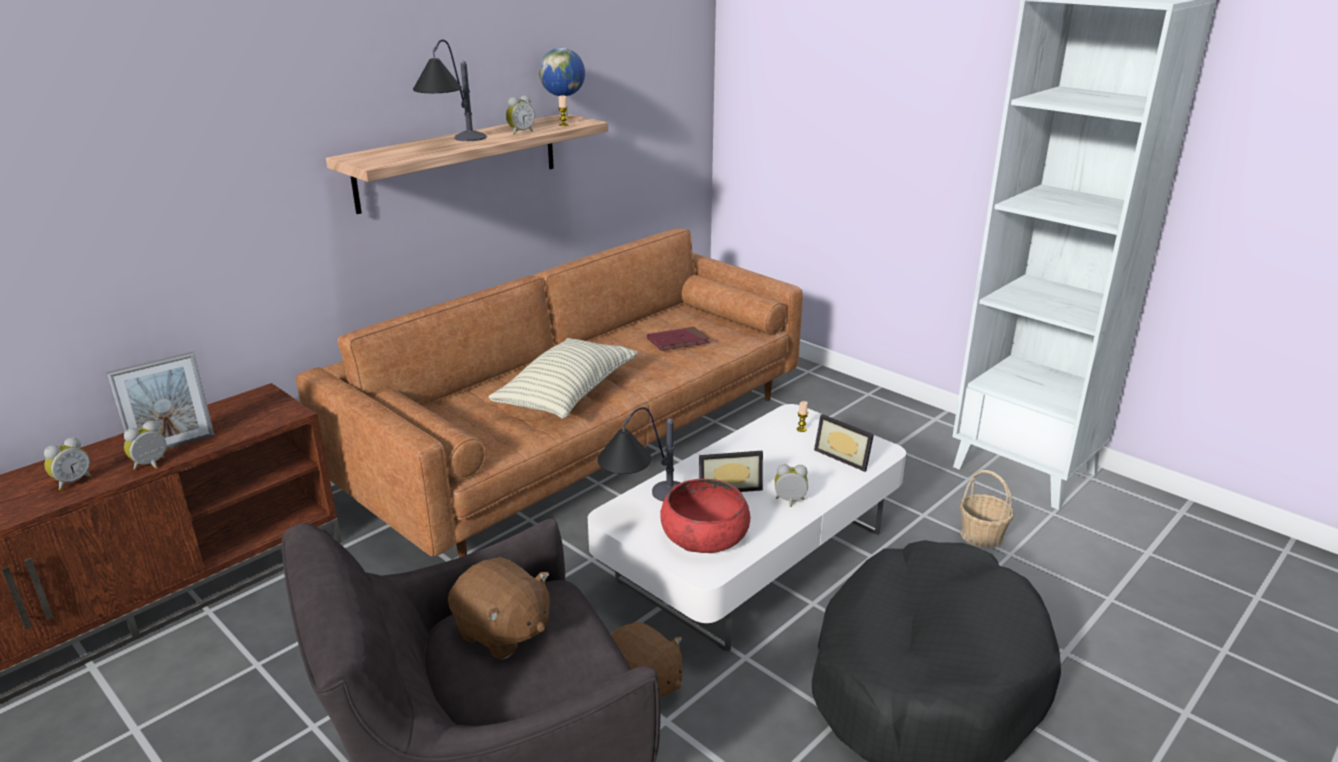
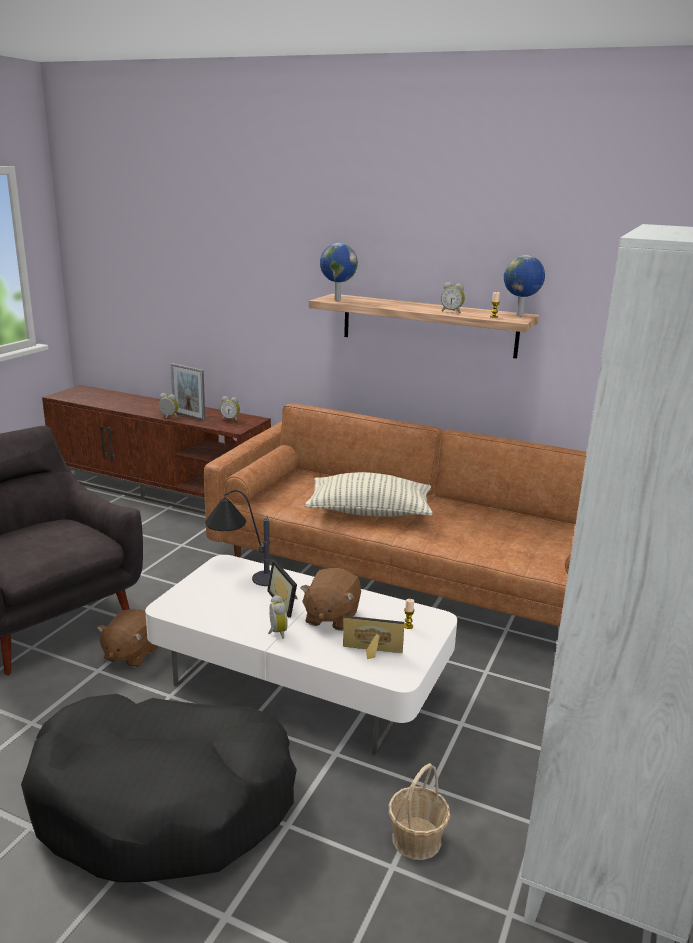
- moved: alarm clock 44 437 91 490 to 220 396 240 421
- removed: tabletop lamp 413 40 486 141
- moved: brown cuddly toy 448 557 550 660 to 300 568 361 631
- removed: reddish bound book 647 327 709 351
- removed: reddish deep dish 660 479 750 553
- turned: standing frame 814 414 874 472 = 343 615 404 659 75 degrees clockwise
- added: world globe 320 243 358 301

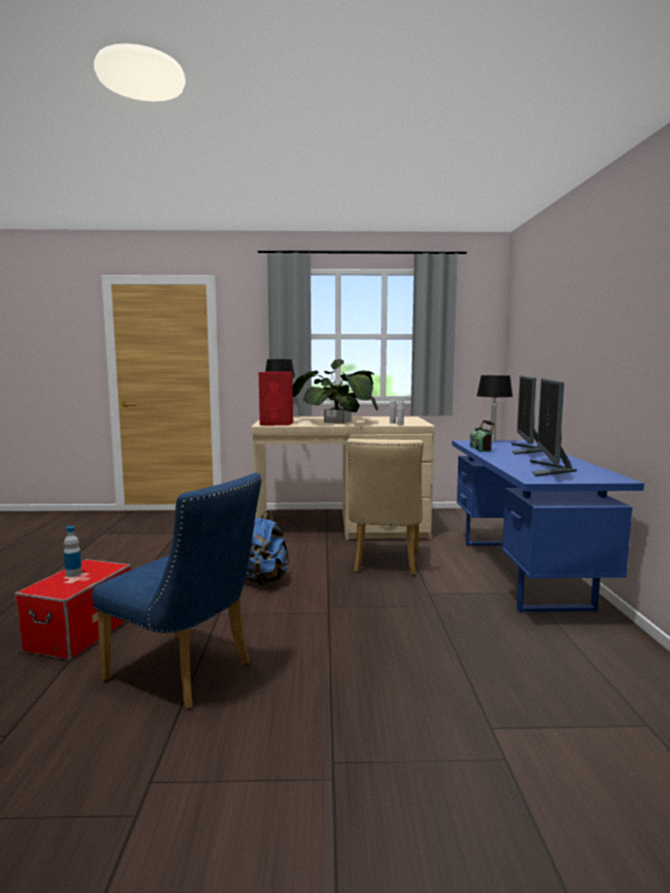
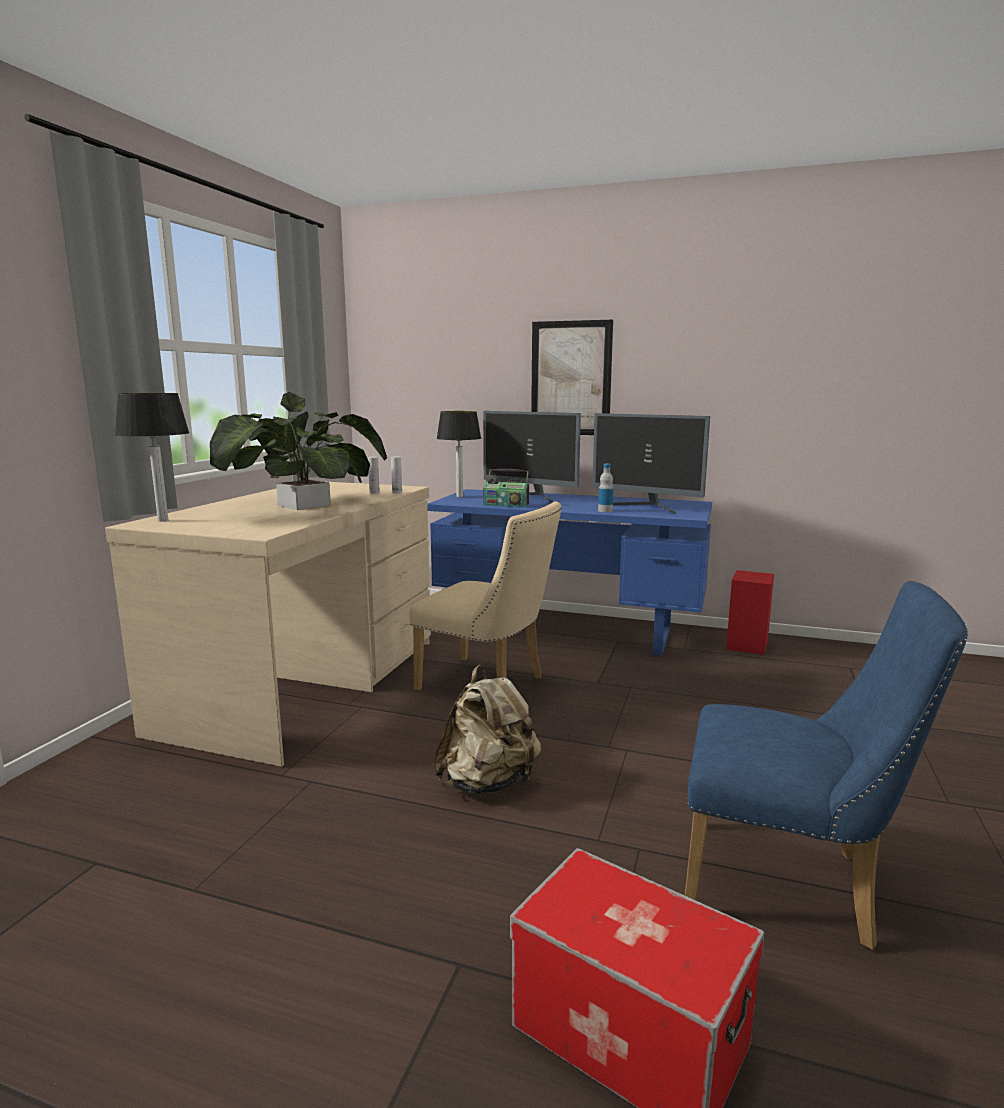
- moved: bottle 64 526 82 577 to 598 464 613 512
- turned: bluish chair 92 473 262 709 = 685 581 968 950 60 degrees clockwise
- recoloured: bluish knapsack 245 511 289 585 to beige-coloured knapsack 433 665 541 794
- moved: reddish loudspeaker 259 372 293 426 to 726 570 774 655
- added: wall art 531 320 613 435

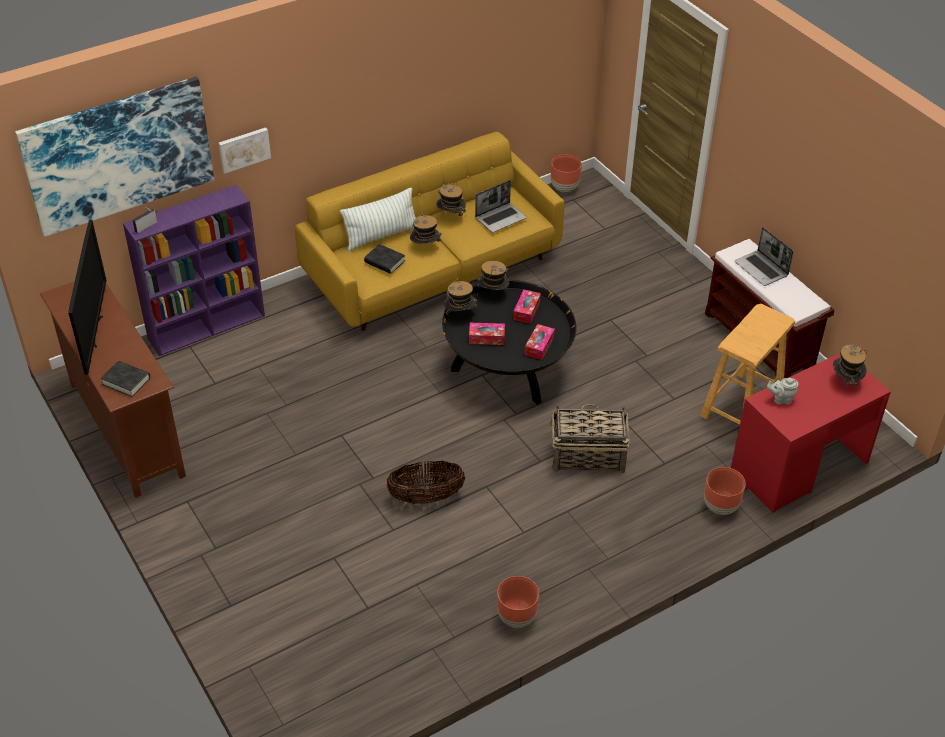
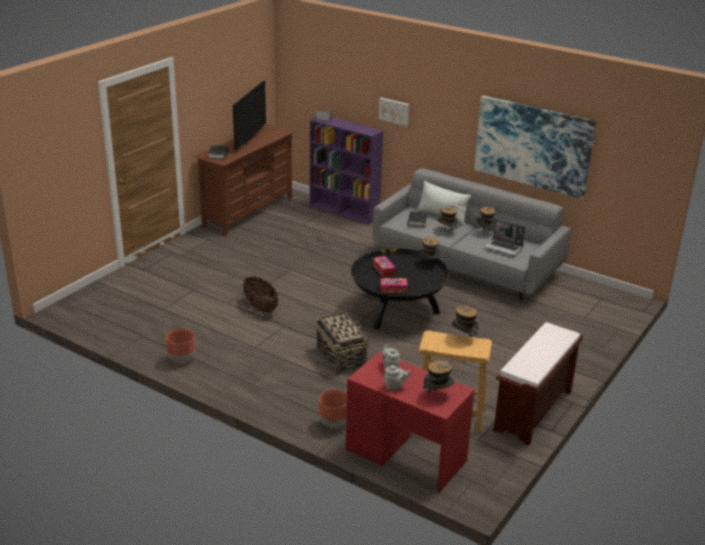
- moved: wall art 15 77 214 237 to 474 96 596 199
- turned: TV 68 219 107 375 = 233 80 266 150 45 degrees counterclockwise
- recoloured: yellow-coloured settee 295 132 564 331 to greyish settee 373 168 571 300
- moved: hat 444 278 477 311 to 451 304 479 340
- removed: tissue holder 513 290 541 324
- removed: brown planter 551 155 582 192
- removed: portable computer 735 227 793 286
- added: greyish tea pot 384 365 411 390

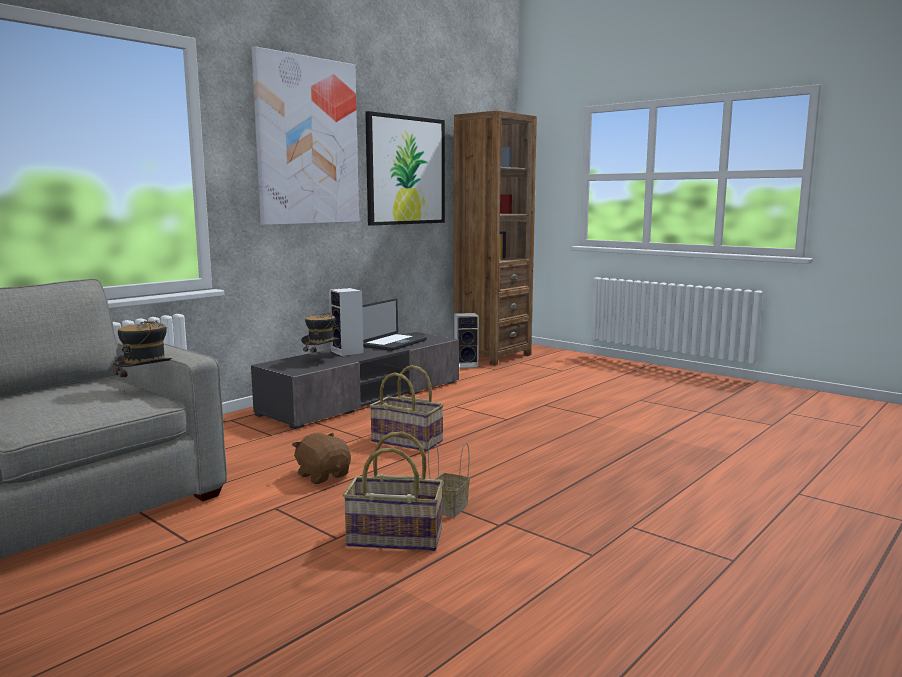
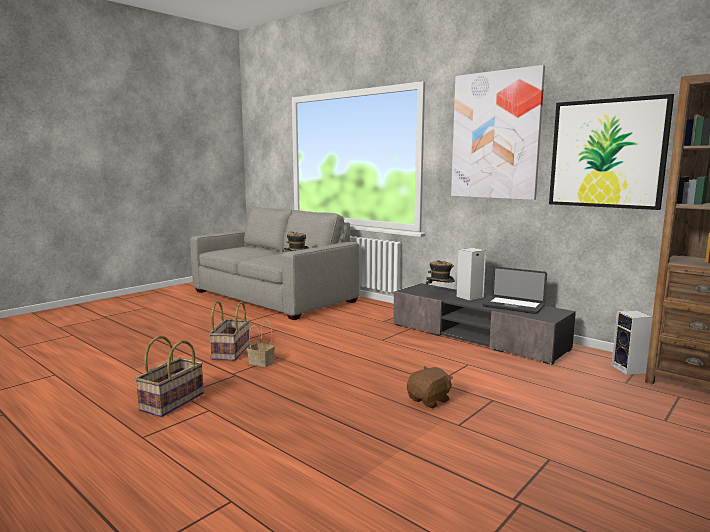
- moved: brown cuddly toy 292 433 351 484 to 407 366 453 408
- moved: household basket 369 365 444 451 to 135 336 204 417

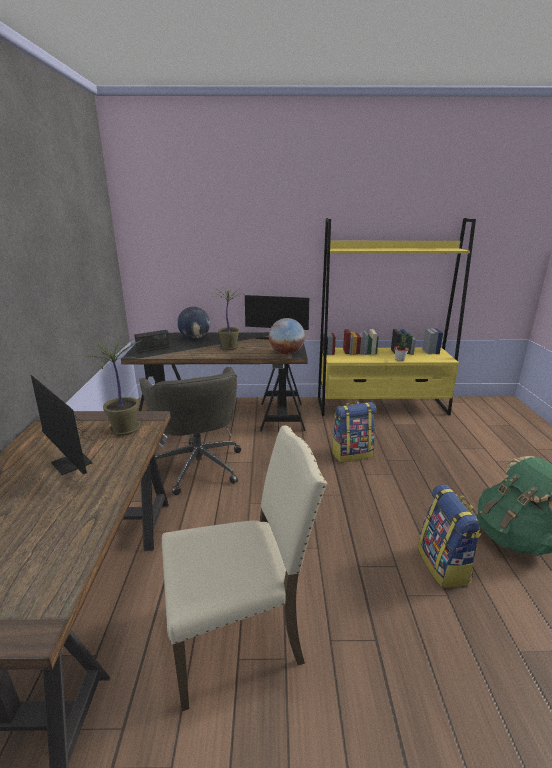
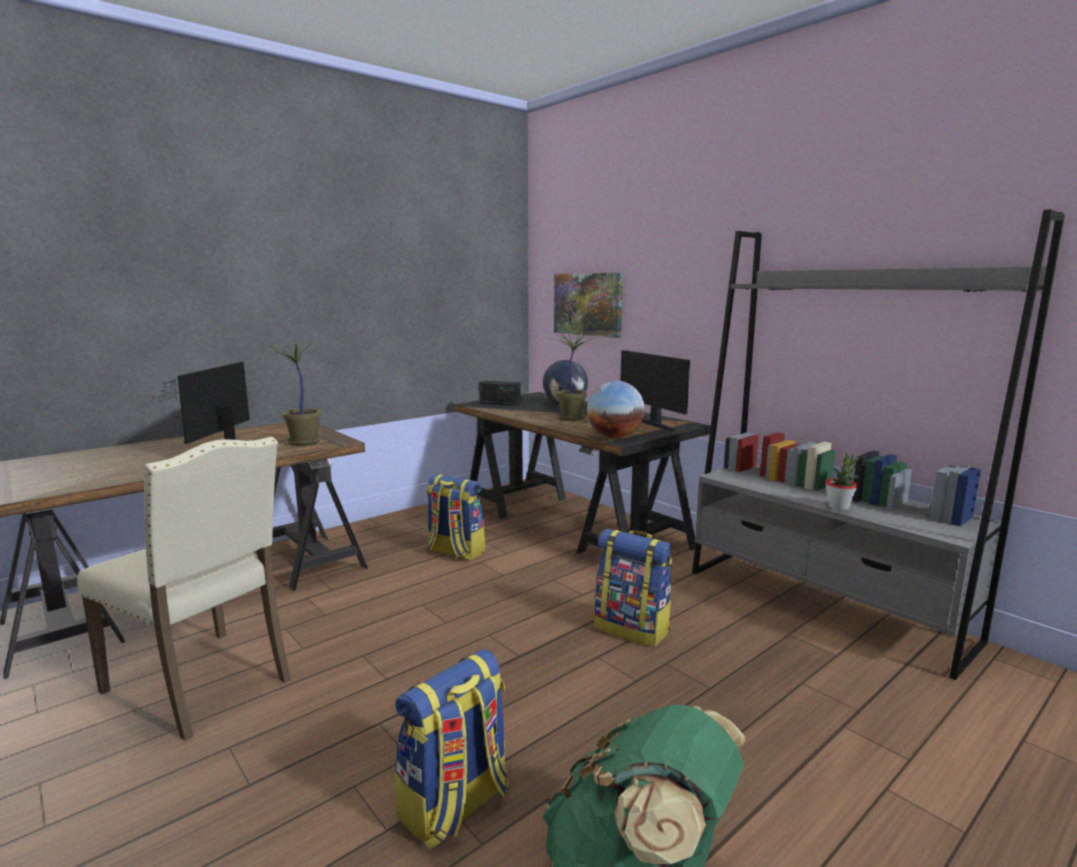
- replaced: greyish computer chair 139 367 241 495 to knapsack 426 474 485 560
- recoloured: yellow-coloured shelving unit 318 218 476 416 to greyish shelving unit 692 209 1065 680
- added: wall art 554 273 623 338

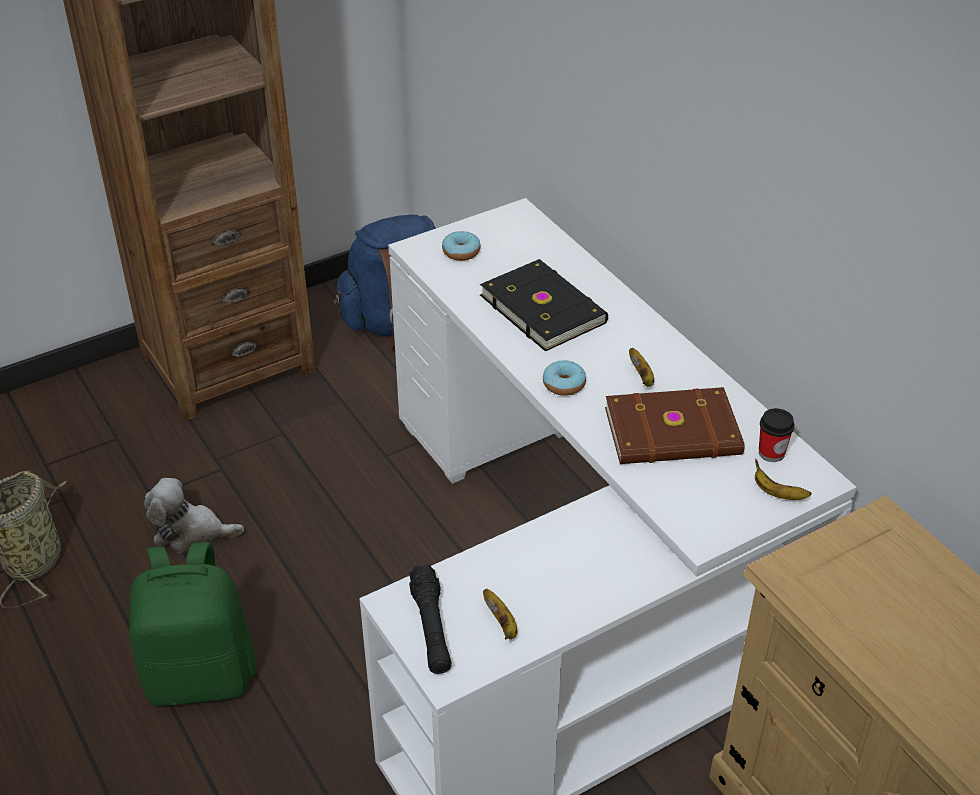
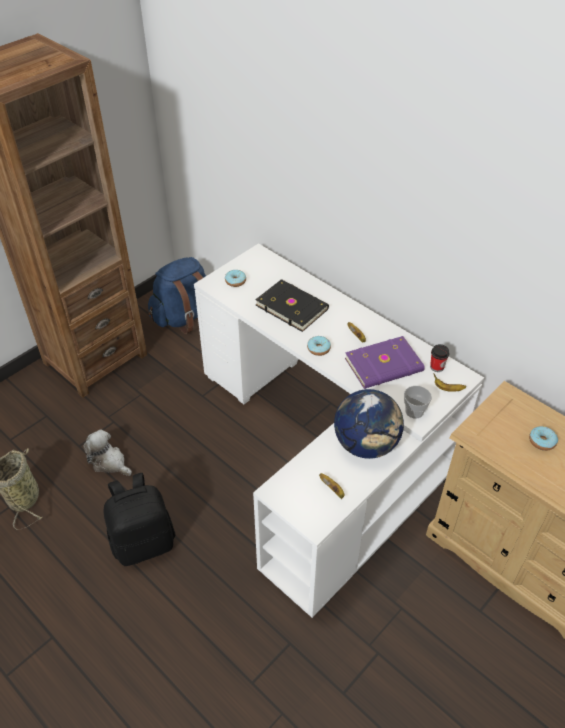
- recoloured: green knapsack 130 542 256 706 to black-coloured knapsack 104 473 175 566
- turned: cuddly toy 143 478 244 553 = 83 429 132 476 45 degrees clockwise
- removed: black-coloured hand torch 409 564 451 674
- recoloured: brown bound book 605 387 745 464 to purplish bound book 345 336 425 389
- added: world globe 334 389 404 459
- added: small cup 404 386 432 419
- added: donut 529 426 558 451

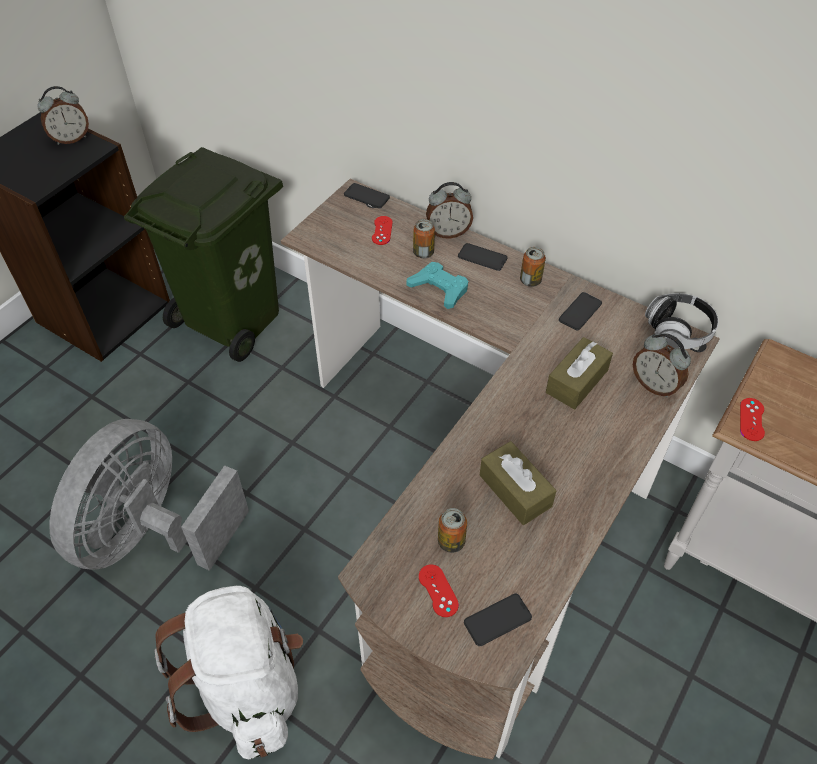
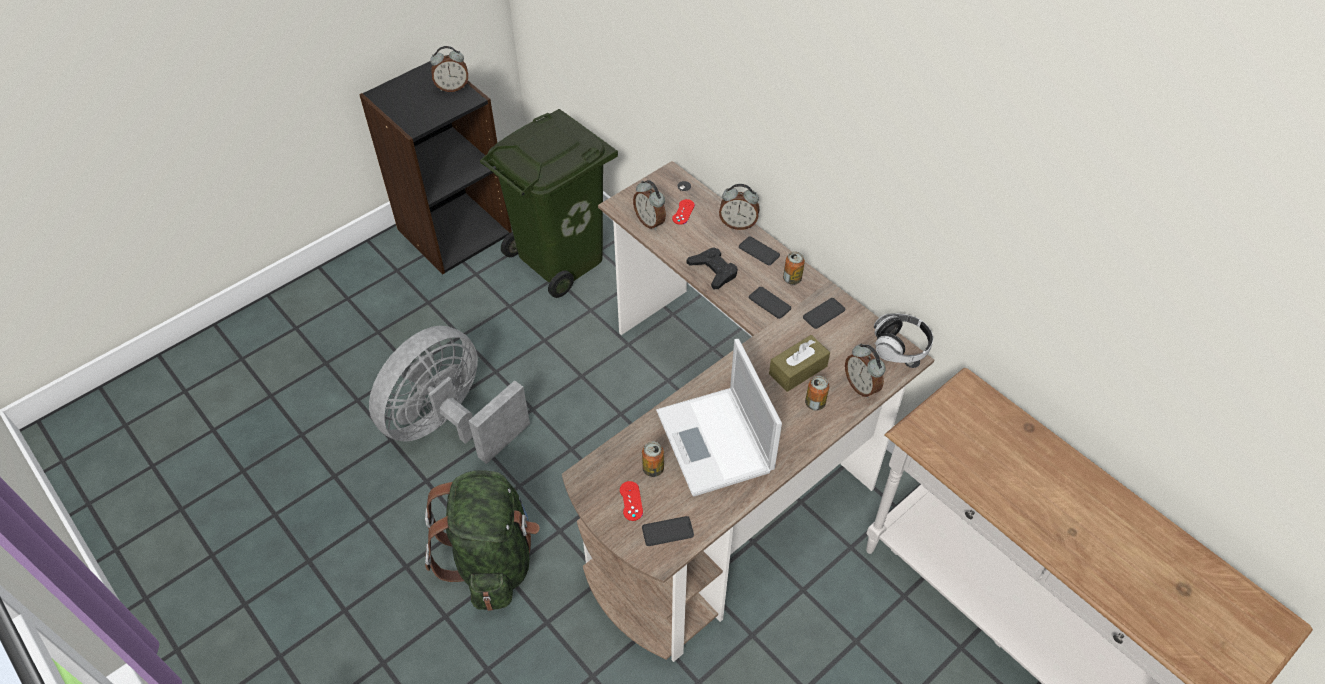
- recoloured: whitish knapsack 154 586 303 760 to green knapsack 425 470 540 611
- moved: phone 344 183 390 208 to 749 287 791 319
- recoloured: turquoise game controller 406 262 468 309 to black-coloured game controller 687 247 738 289
- moved: metal can 413 219 435 258 to 805 376 829 411
- replaced: brown tissue holder 480 441 556 525 to portable computer 656 339 782 497
- removed: reddish game controller 740 398 765 441
- added: alarm clock 633 180 666 231

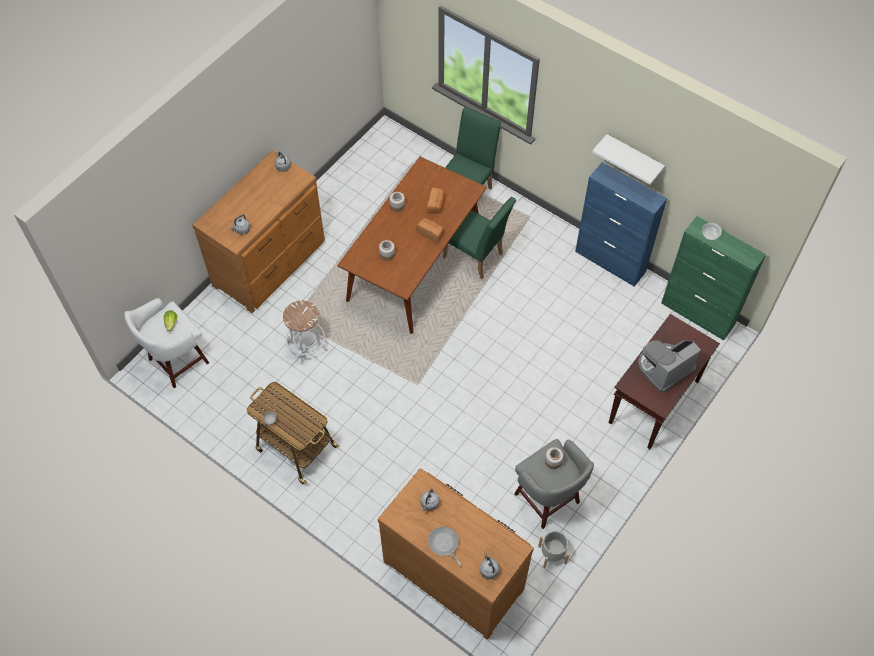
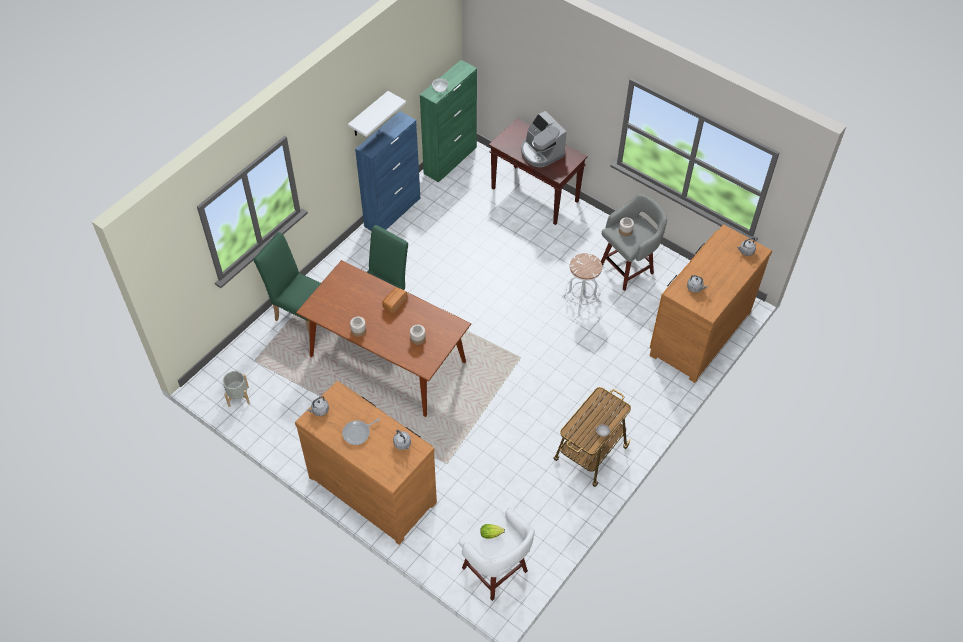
- moved: whitish stool seat 283 301 328 365 to 562 253 602 315
- removed: bread 427 187 445 214
- moved: skillet 428 527 462 566 to 342 418 380 445
- moved: greyish planter 538 531 570 568 to 223 371 250 407

